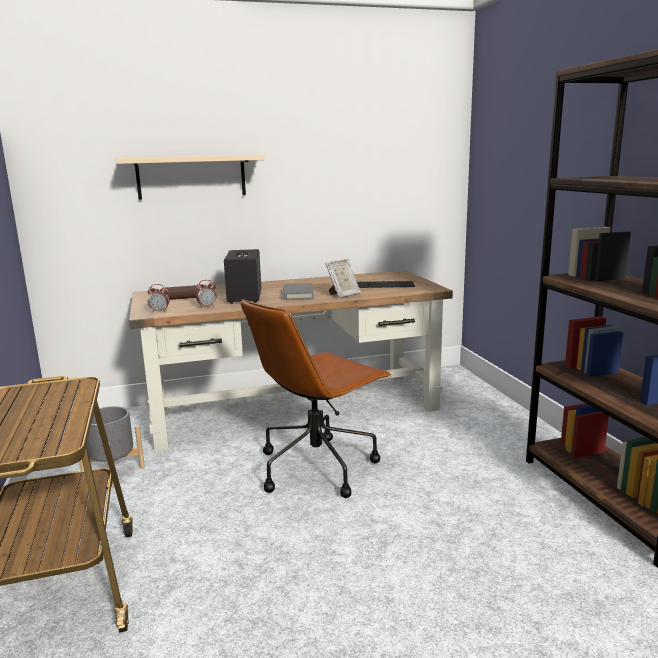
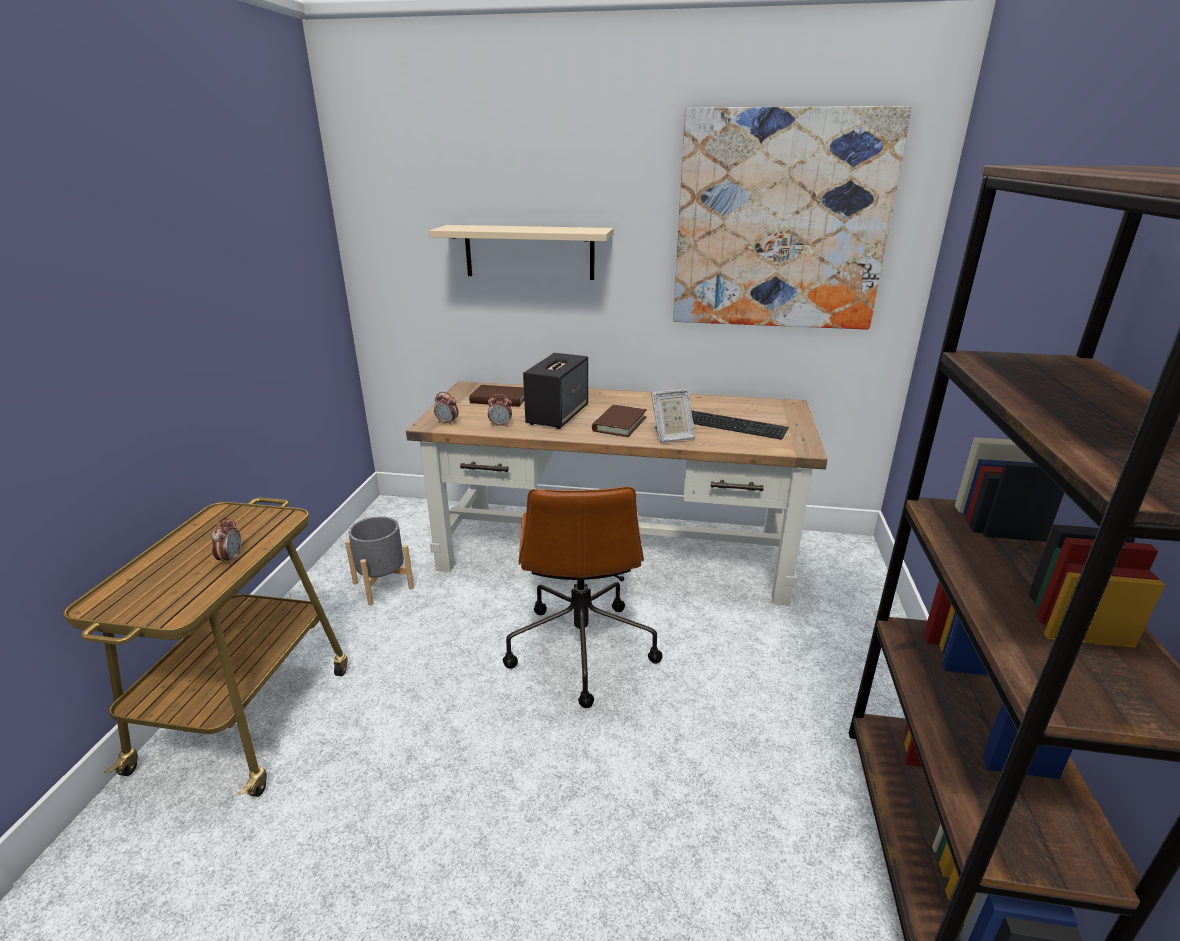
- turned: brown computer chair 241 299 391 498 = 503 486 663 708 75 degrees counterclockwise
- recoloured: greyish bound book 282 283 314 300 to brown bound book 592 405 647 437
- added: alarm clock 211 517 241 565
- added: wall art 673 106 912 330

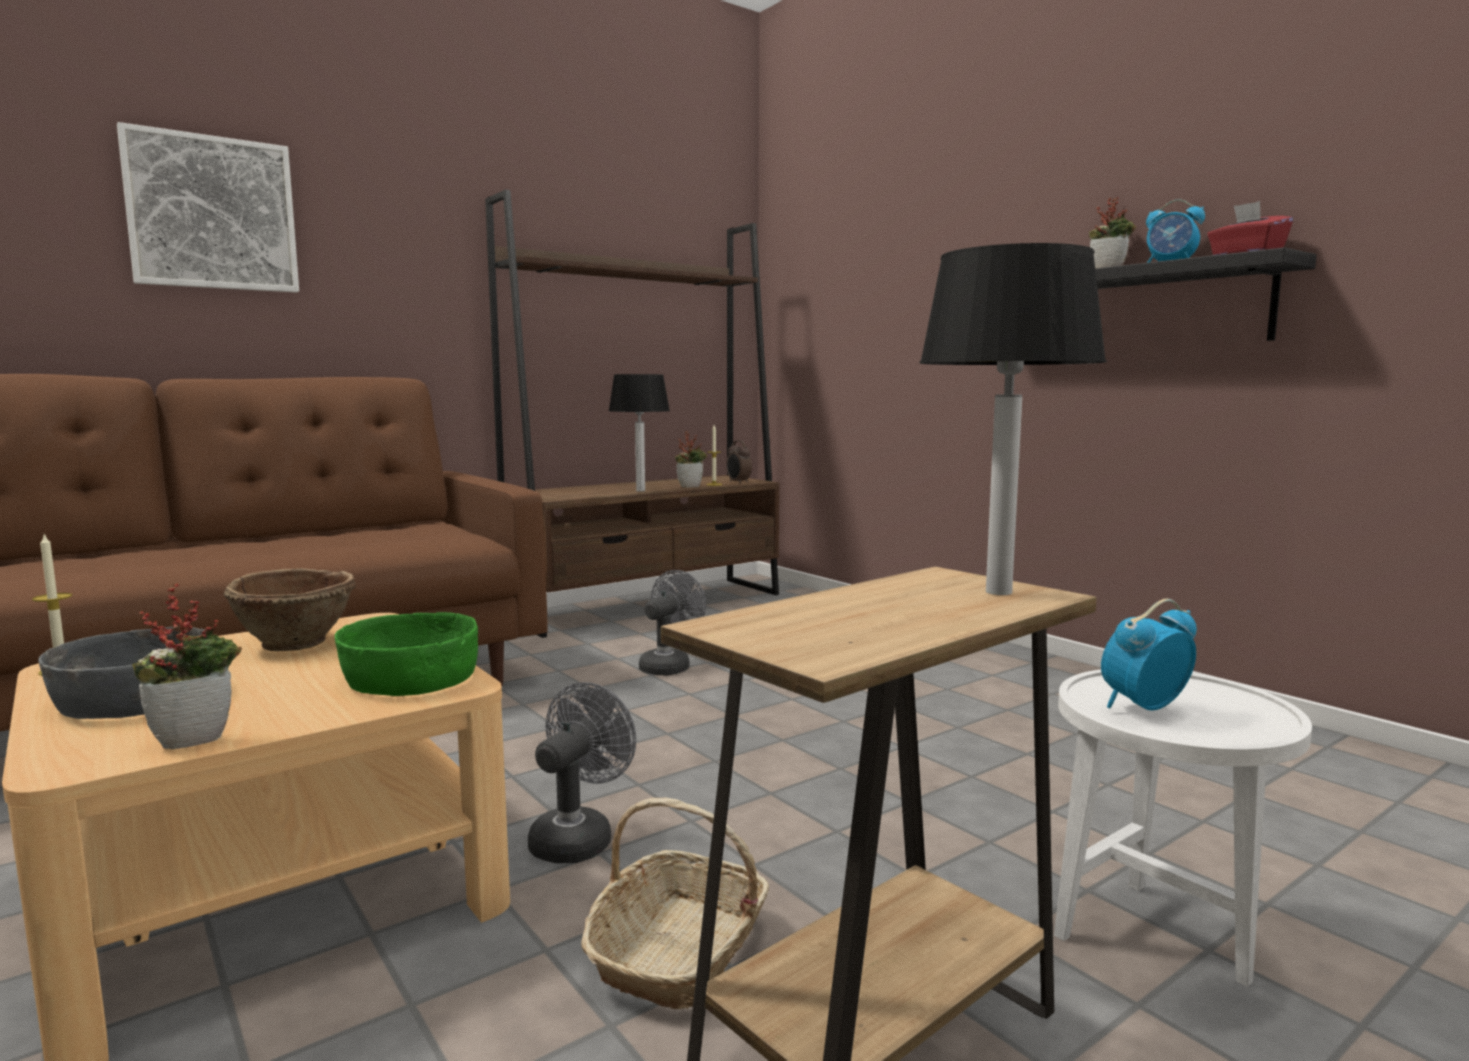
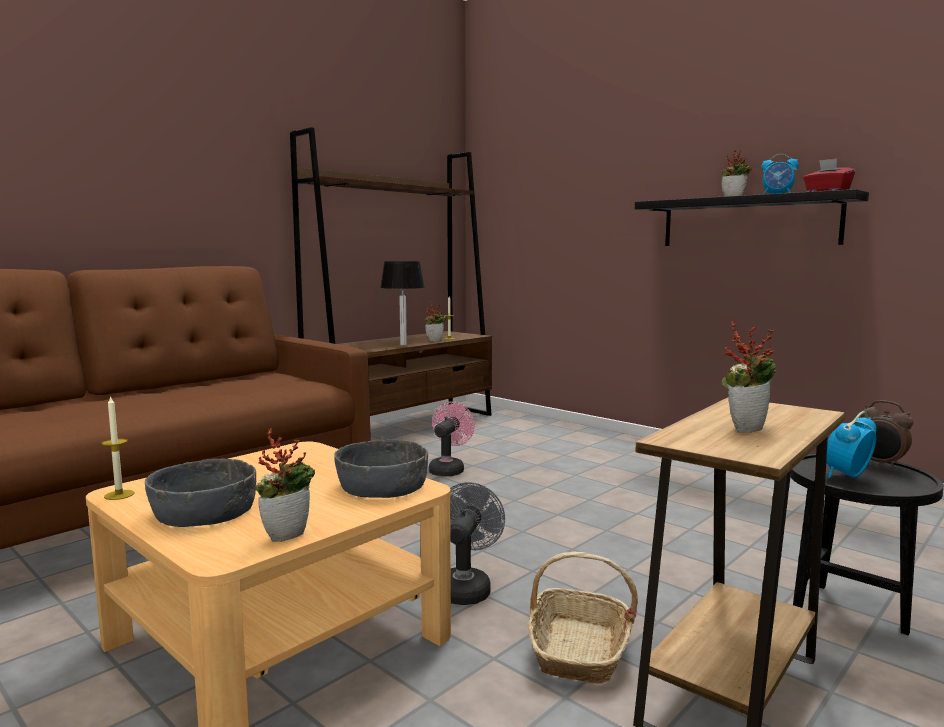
- removed: wall art 117 122 299 293
- removed: brown deep dish 223 568 356 651
- recoloured: green deep dish 335 612 478 696 to greyish deep dish 334 439 428 498
- recoloured: greyish electric fan 639 570 706 676 to pinkish electric fan 429 402 475 476
- moved: alarm clock 726 440 752 484 to 861 400 913 468
- removed: tabletop lamp 919 243 1107 595
- recoloured: whitish accent table 1054 669 1312 987 to black-coloured accent table 791 454 944 635
- added: potted plant 722 321 776 433

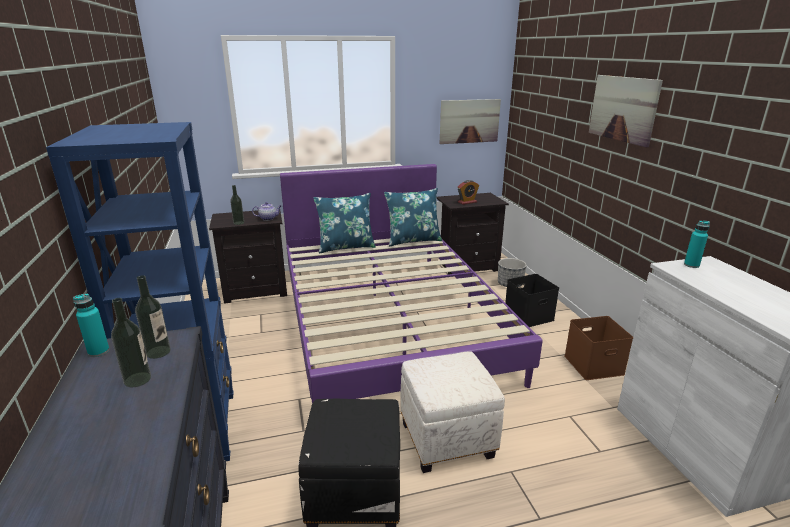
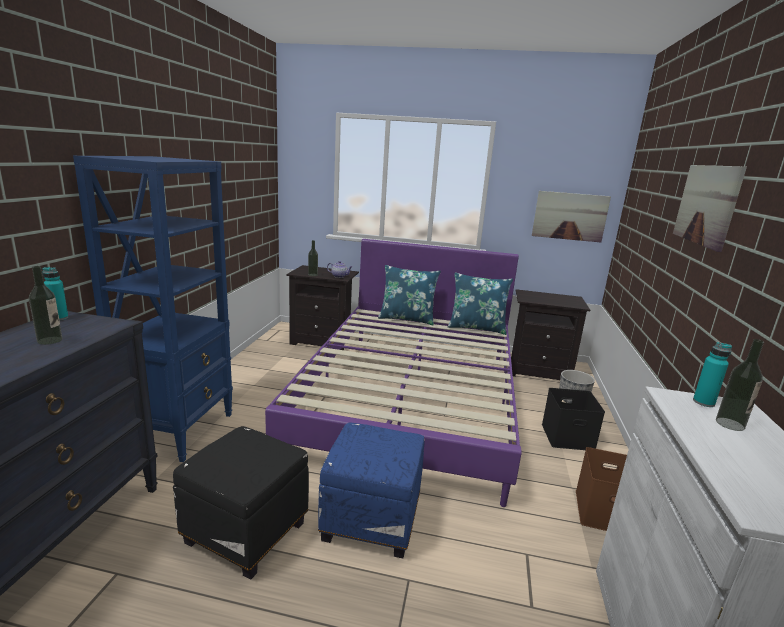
- moved: bottle 135 275 171 359 to 716 339 764 431
- recoloured: whitish footrest 400 351 505 473 to bluish footrest 318 423 425 558
- removed: alarm clock 458 180 479 205

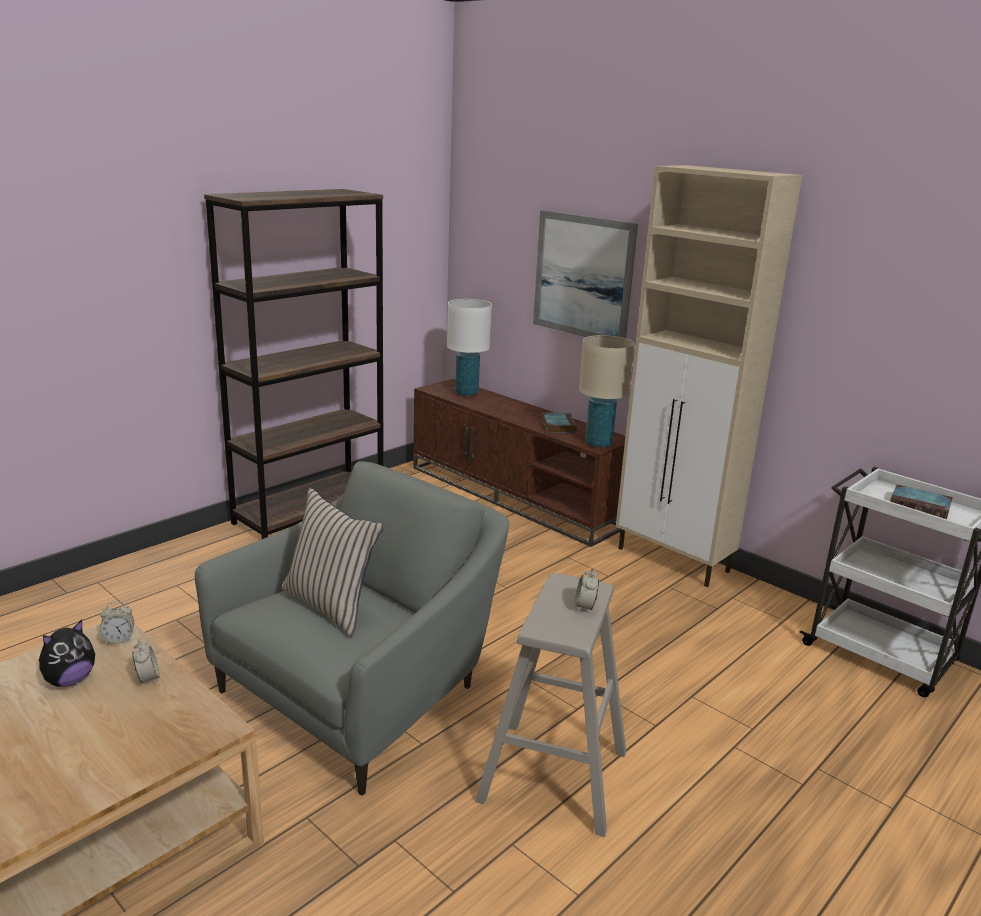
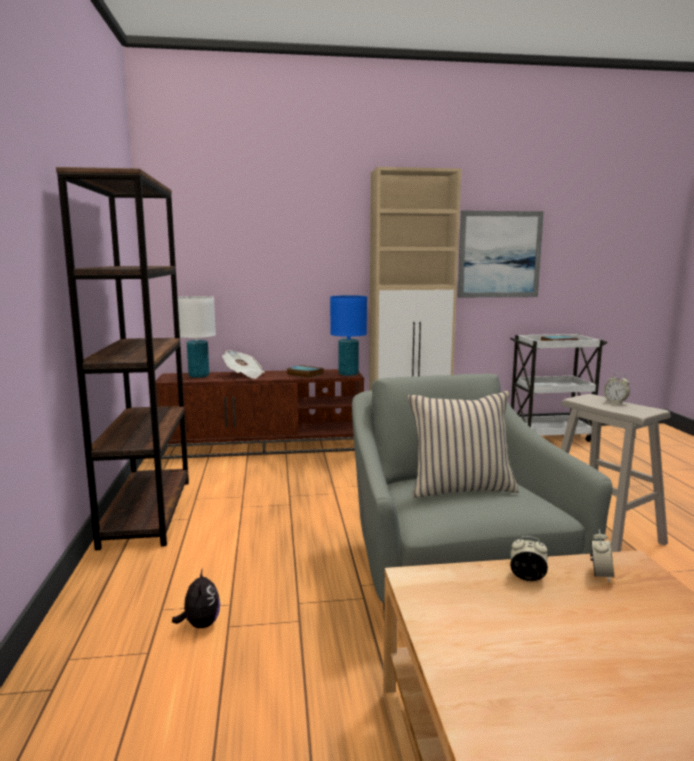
- moved: cuddly toy 39 620 95 687 to 172 568 220 628
- moved: alarm clock 99 602 134 644 to 590 529 614 583
- moved: wall art 533 210 638 338 to 457 210 544 298
- recoloured: beige-coloured tabletop lamp 579 335 634 447 to bluish tabletop lamp 330 295 367 376
- added: daily paper 222 350 265 379

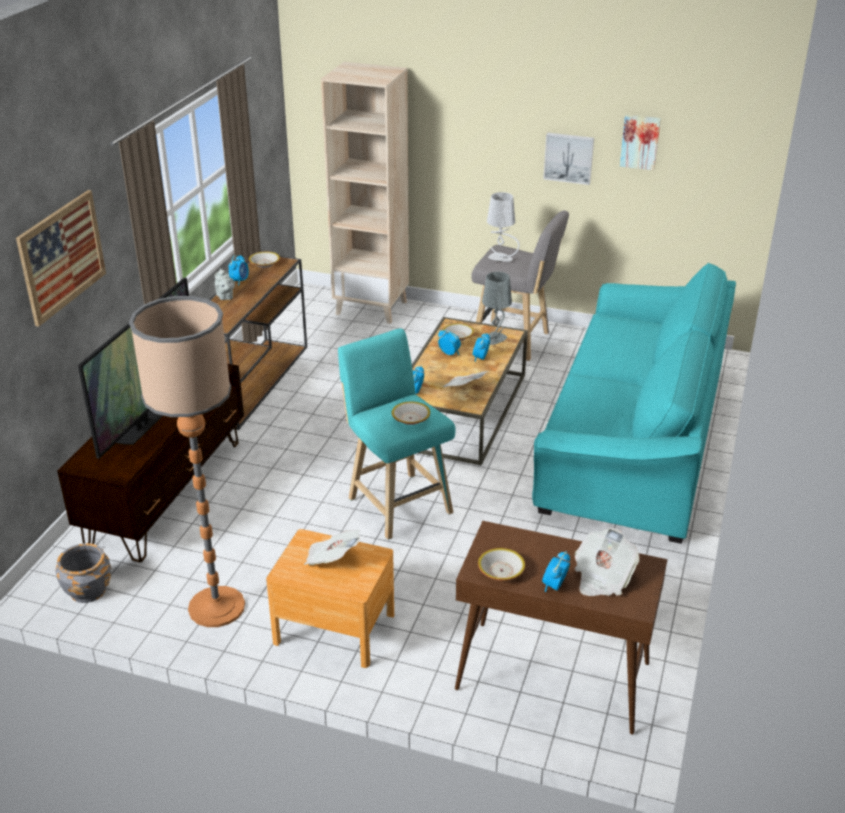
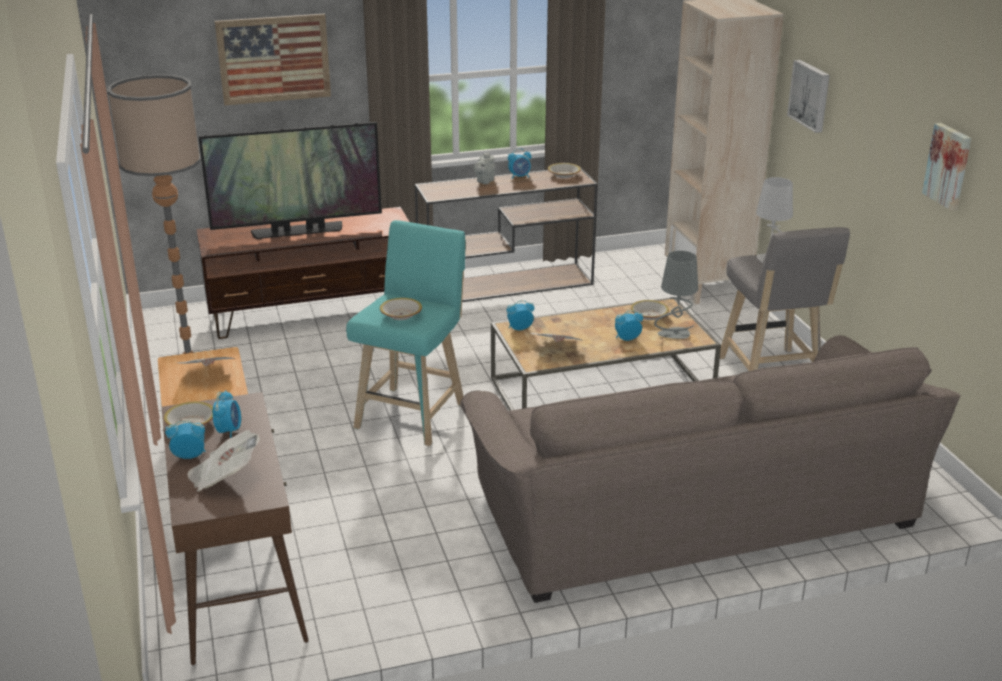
- removed: greyish planter 55 543 111 603
- moved: alarm clock 438 330 461 355 to 212 390 241 438
- recoloured: turquoise settee 532 263 736 544 to brown settee 460 335 961 603
- moved: wall art 543 133 594 185 to 787 60 830 133

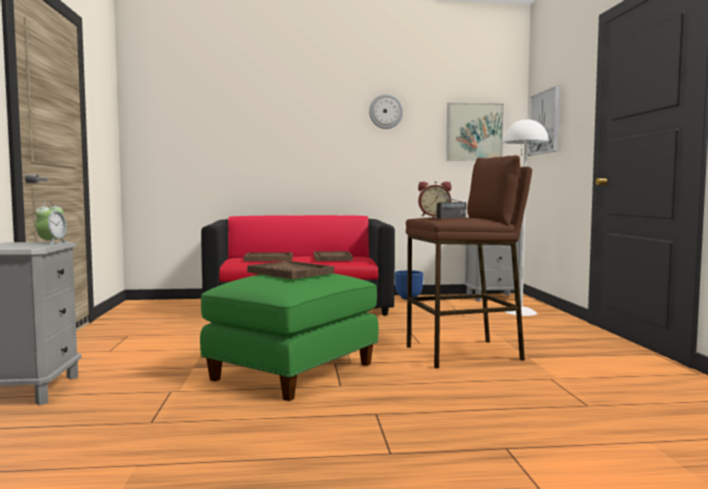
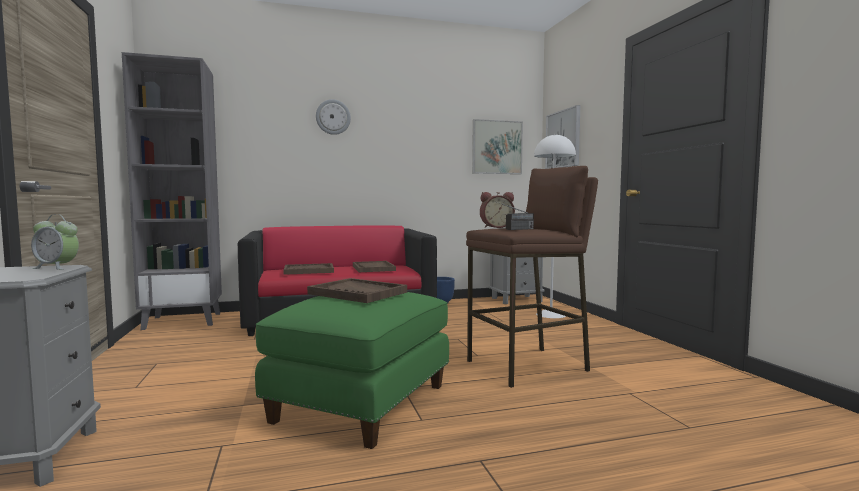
- turned: alarm clock 35 201 67 244 = 31 214 79 270 105 degrees clockwise
- moved: wall clock 369 94 403 129 to 316 99 351 135
- added: greyish shelving unit 122 52 222 330

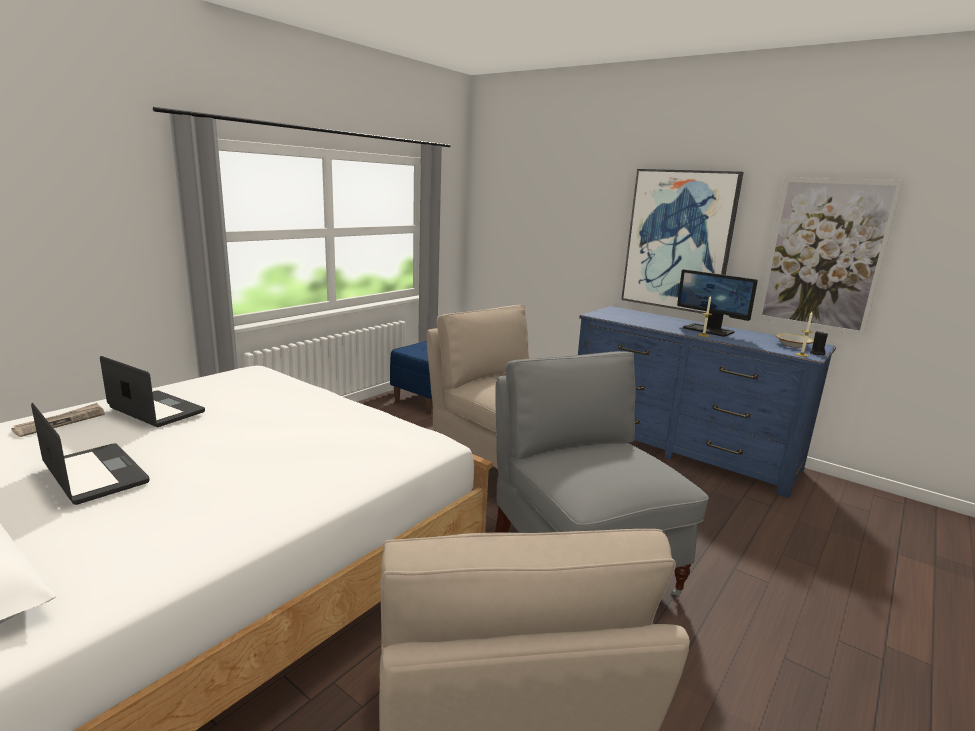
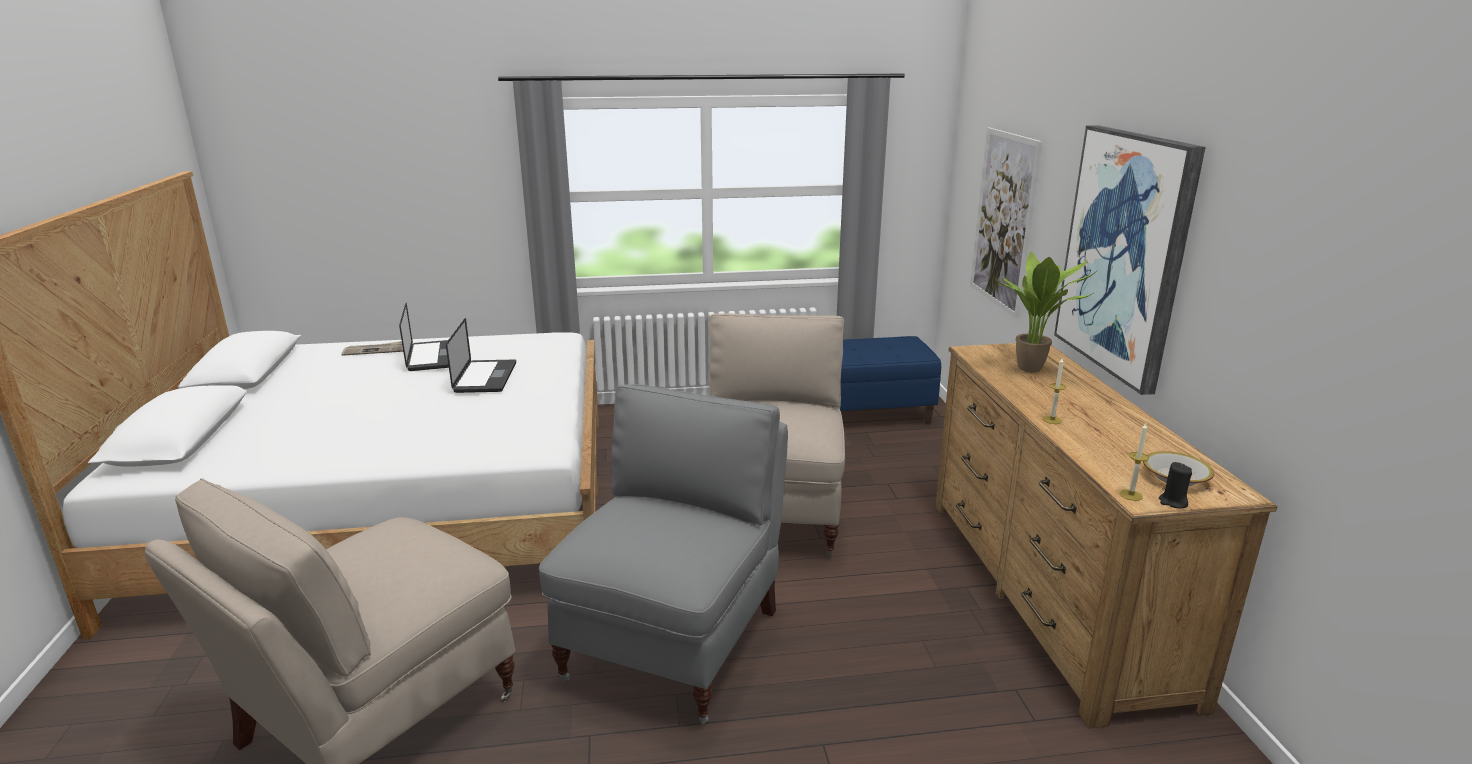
- moved: portable computer 31 403 150 505 to 446 318 516 393
- recoloured: bluish chest of drawers 578 306 836 498 to brown chest of drawers 935 343 1277 728
- removed: computer display 677 269 758 337
- moved: wall art 757 177 904 336 to 970 128 1042 319
- added: potted plant 995 252 1094 373

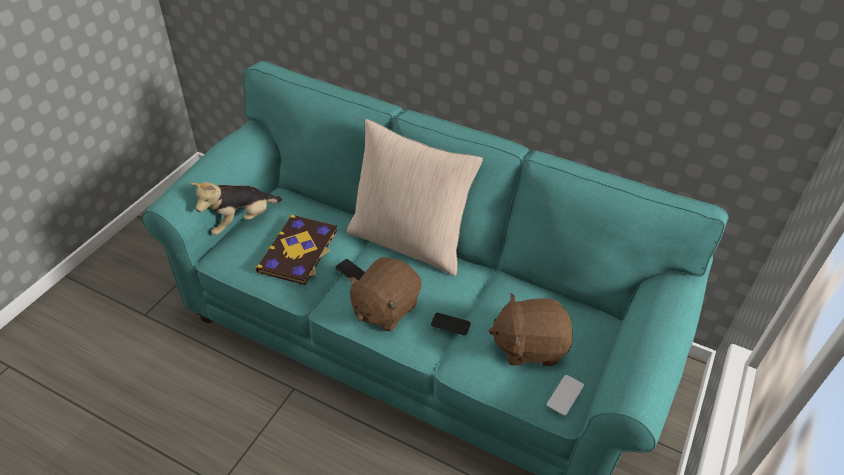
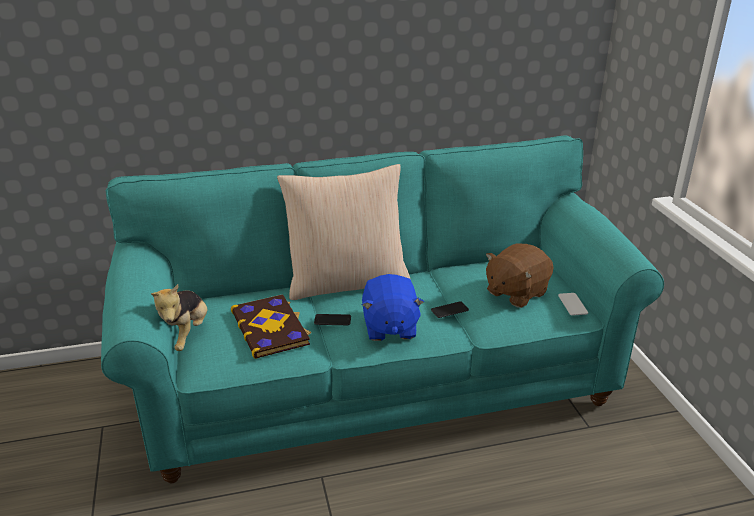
- recoloured: brown cuddly toy 348 257 422 332 to bluish cuddly toy 362 274 424 341

